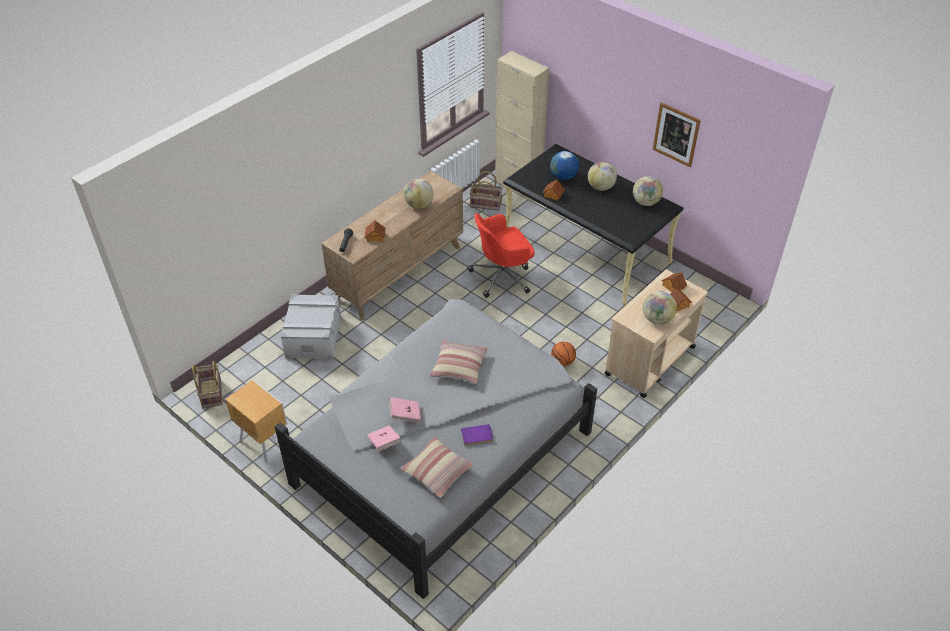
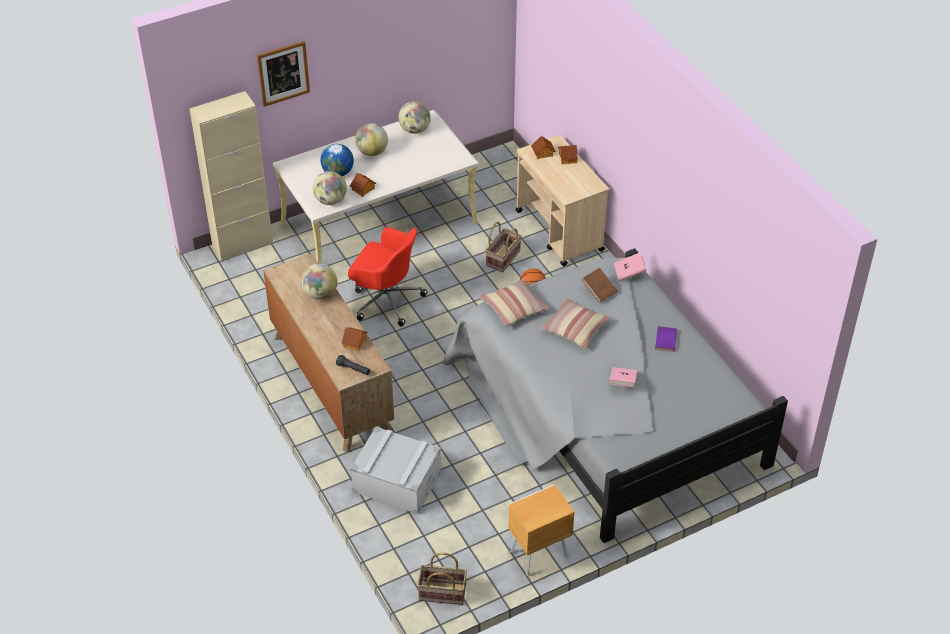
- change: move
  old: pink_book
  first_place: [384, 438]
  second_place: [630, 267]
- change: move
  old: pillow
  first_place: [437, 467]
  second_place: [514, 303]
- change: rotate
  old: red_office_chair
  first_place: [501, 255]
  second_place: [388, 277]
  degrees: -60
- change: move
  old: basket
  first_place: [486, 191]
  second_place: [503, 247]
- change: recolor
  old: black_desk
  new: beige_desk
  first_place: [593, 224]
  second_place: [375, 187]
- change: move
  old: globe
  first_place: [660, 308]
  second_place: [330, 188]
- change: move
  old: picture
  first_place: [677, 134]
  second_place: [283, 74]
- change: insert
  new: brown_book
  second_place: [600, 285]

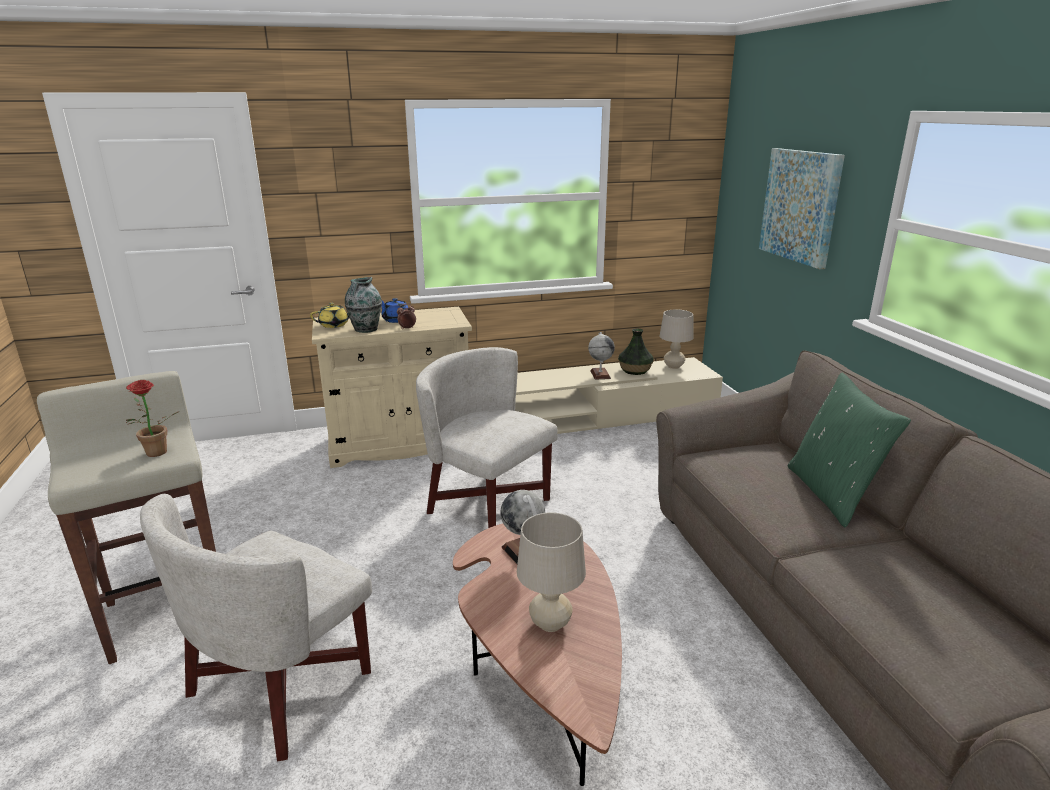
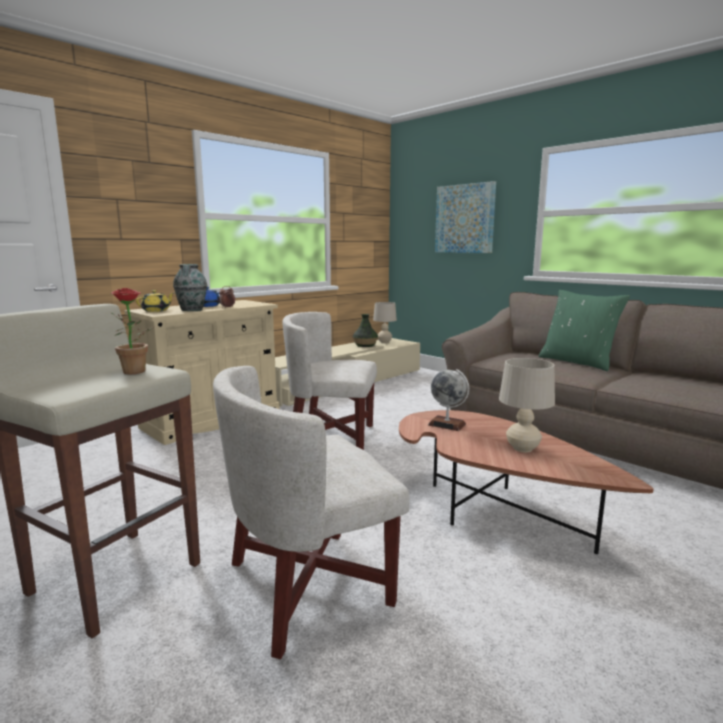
- change: rotate
  old: white_armchair
  first_place: [256, 627]
  second_place: [311, 512]
  degrees: 60
- change: delete
  old: globe
  first_place: [601, 356]

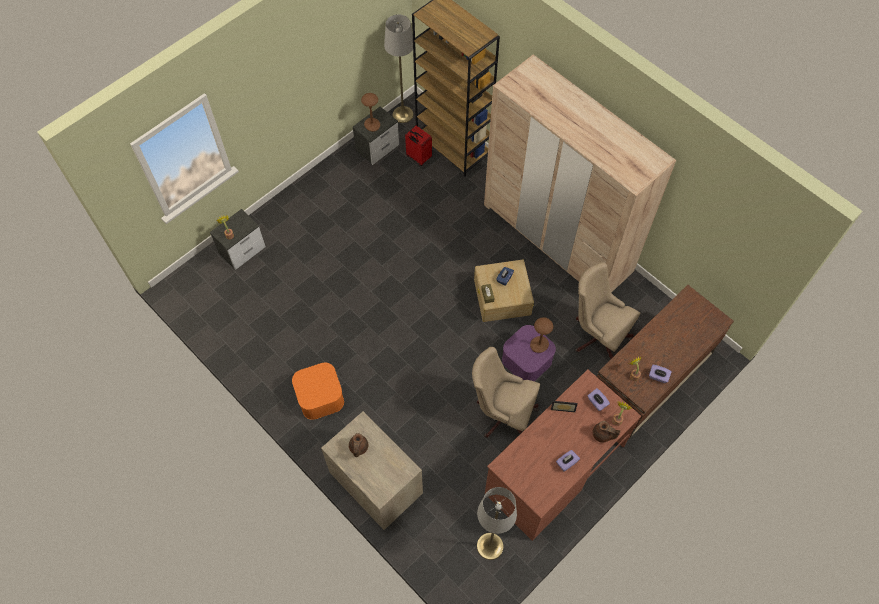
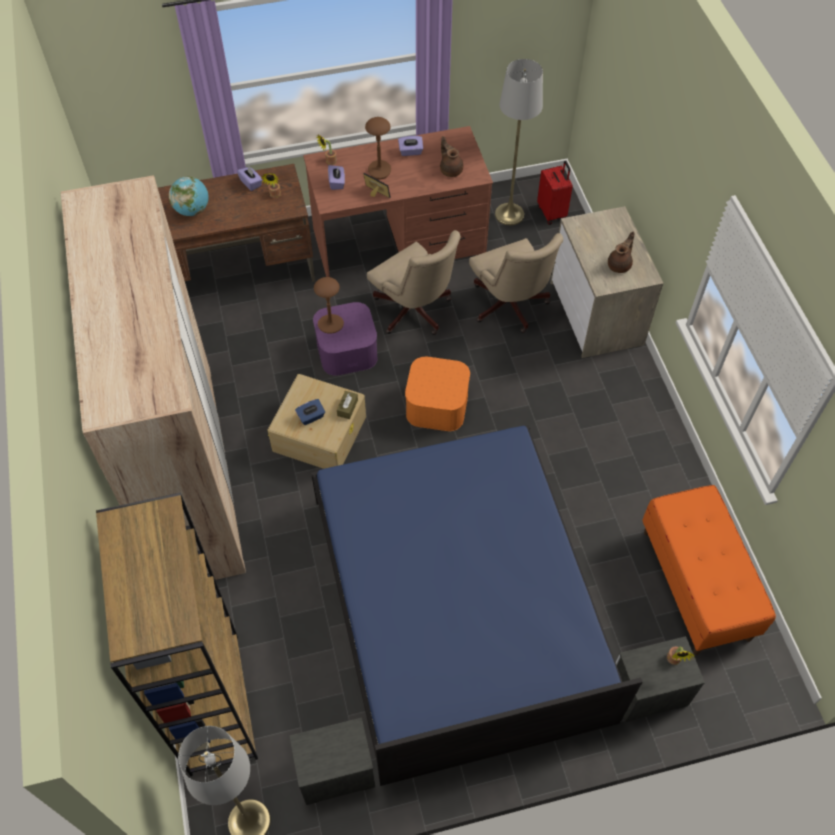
- change: move
  old: orange_storage_box
  first_place: [318, 391]
  second_place: [437, 394]
- change: move
  old: brown_table_lamp
  first_place: [370, 112]
  second_place: [378, 148]
- change: move
  old: red_suitcase
  first_place: [418, 146]
  second_place: [555, 193]
- change: move
  old: beige_office_chair
  first_place: [607, 312]
  second_place: [516, 283]
- change: move
  old: brown_teapot
  first_place: [607, 432]
  second_place: [451, 156]
- change: insert
  new: globe
  second_place: [189, 196]
- change: insert
  new: blue_bed
  second_place: [476, 605]
- change: insert
  new: orange_bench
  second_place: [709, 570]

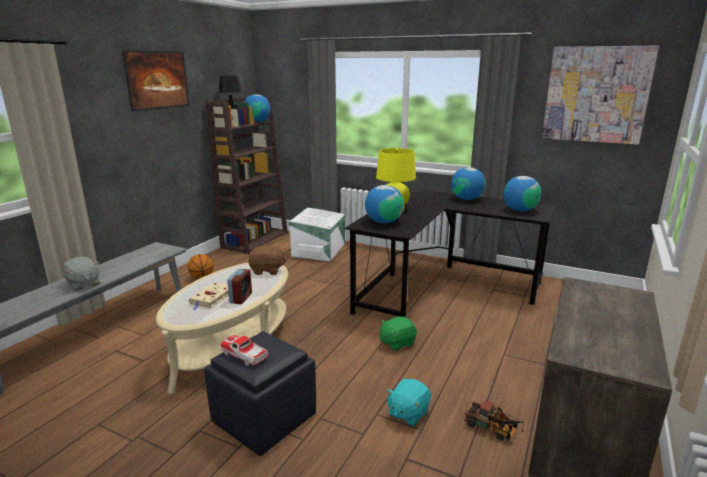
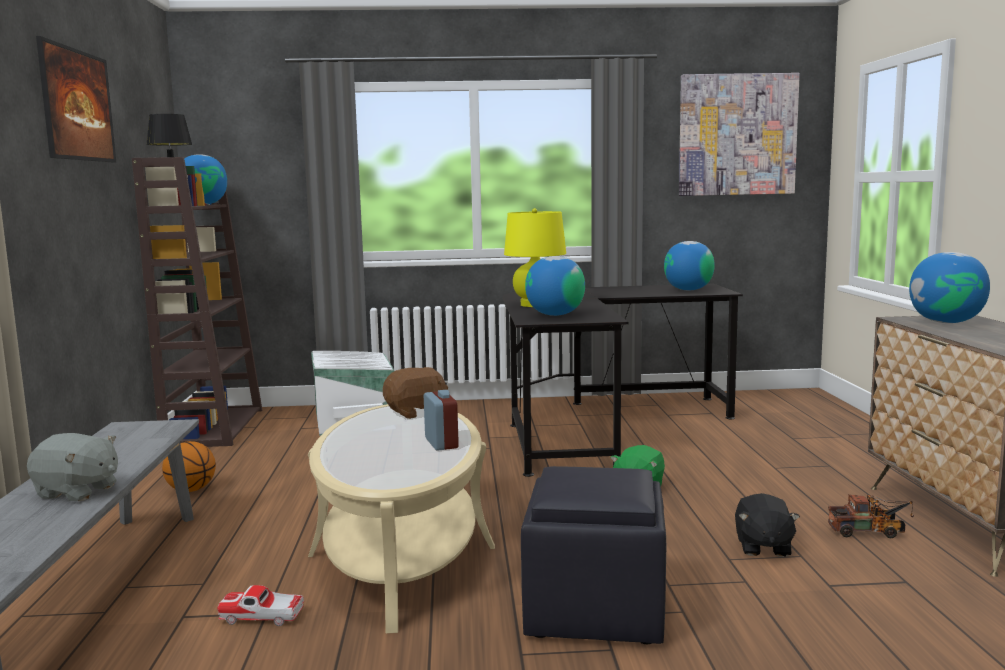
- change: delete
  old: beige_book
  first_place: [209, 296]
- change: move
  old: toy_car
  first_place: [245, 350]
  second_place: [261, 605]
- change: recolor
  old: turquoise_plush_toy
  new: black_plush_toy
  first_place: [408, 402]
  second_place: [767, 525]
- change: move
  old: globe
  first_place: [468, 183]
  second_place: [949, 287]

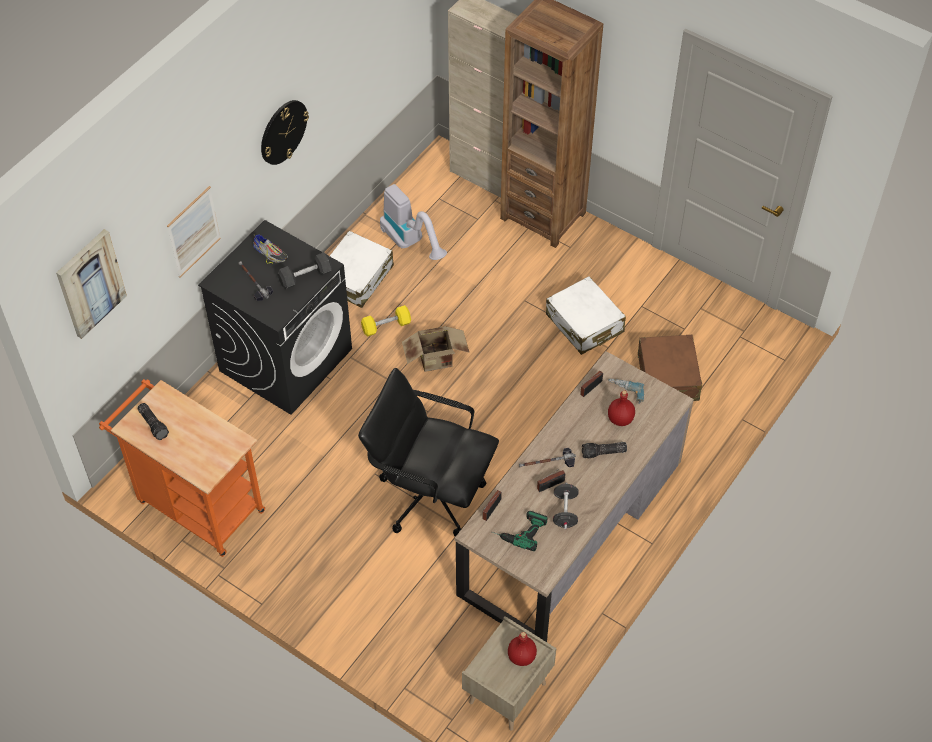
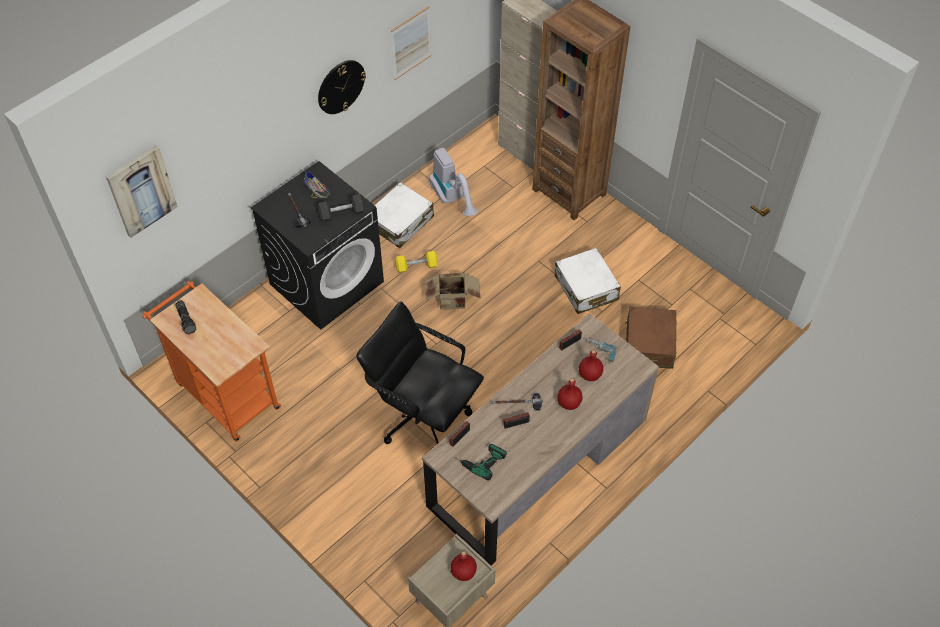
- change: move
  old: picture
  first_place: [194, 232]
  second_place: [411, 43]
- change: delete
  old: black_dumbbell
  first_place: [566, 506]
- change: replace
  old: flashlight
  new: red_bottle
  first_place: [604, 450]
  second_place: [570, 394]

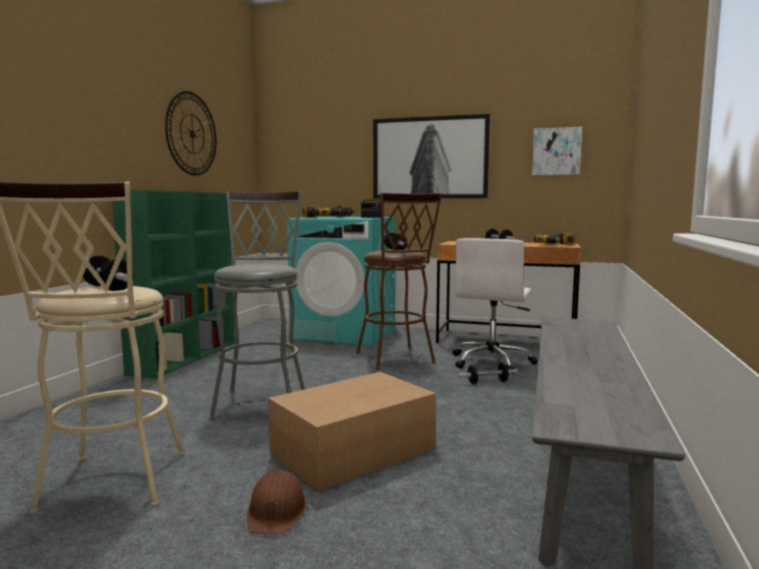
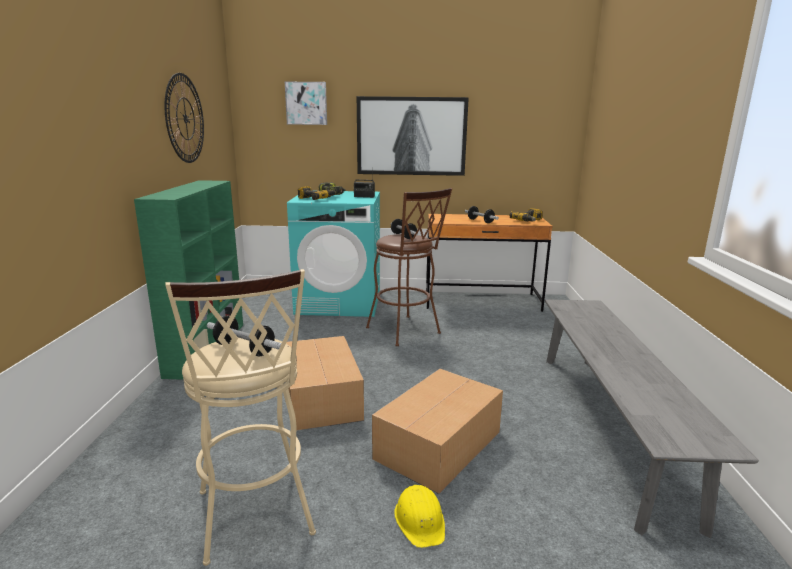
- change: replace
  old: grey_stool
  new: cardboard_box
  first_place: [257, 305]
  second_place: [325, 383]
- change: recolor
  old: brown_hard_hat
  new: yellow_hard_hat
  first_place: [277, 501]
  second_place: [419, 516]
- change: delete
  old: white_office_chair
  first_place: [495, 306]
- change: delete
  old: dumbbell
  first_place: [488, 373]
- change: move
  old: picture
  first_place: [557, 151]
  second_place: [306, 103]

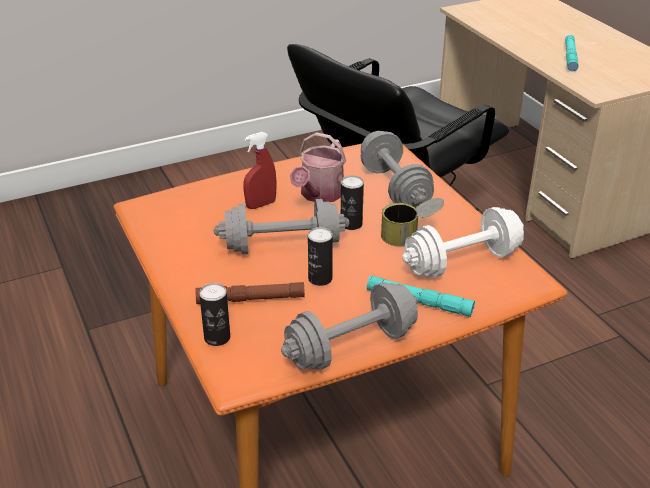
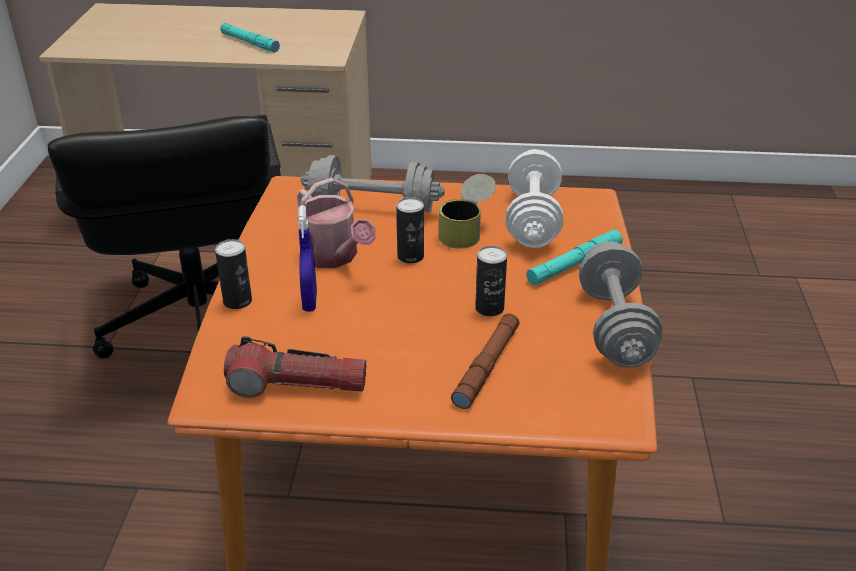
- change: move
  old: can
  first_place: [214, 314]
  second_place: [233, 274]
- change: delete
  old: grey_dumbbell
  first_place: [281, 226]
- change: recolor
  old: red_spray_bottle
  new: blue_spray_bottle
  first_place: [259, 170]
  second_place: [307, 258]
- change: insert
  new: flashlight
  second_place: [295, 367]

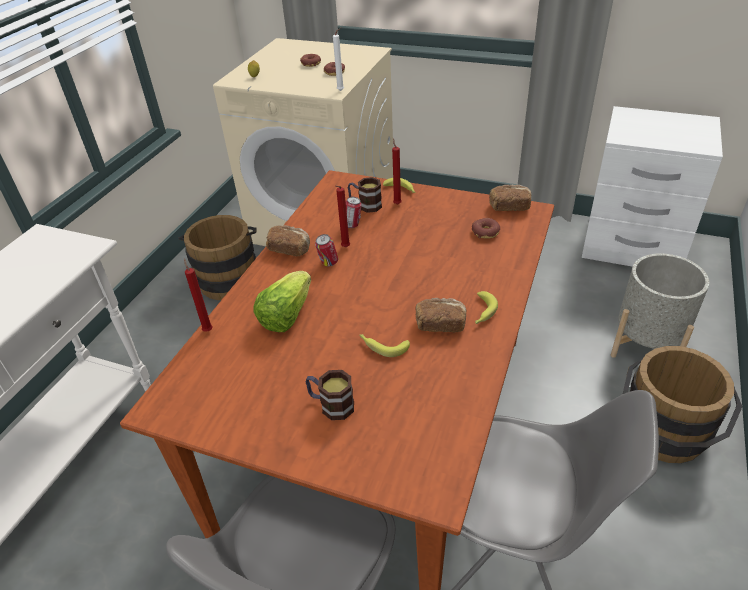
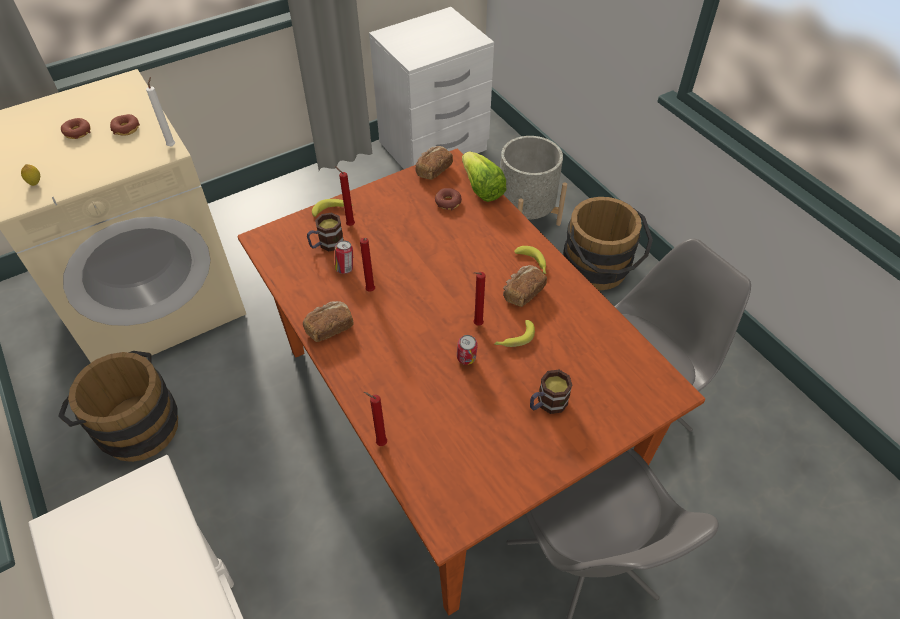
- change: move
  old: lettuce
  first_place: [282, 301]
  second_place: [484, 177]
- change: move
  old: can
  first_place: [326, 250]
  second_place: [467, 350]
- change: insert
  new: red_candle
  second_place: [479, 299]

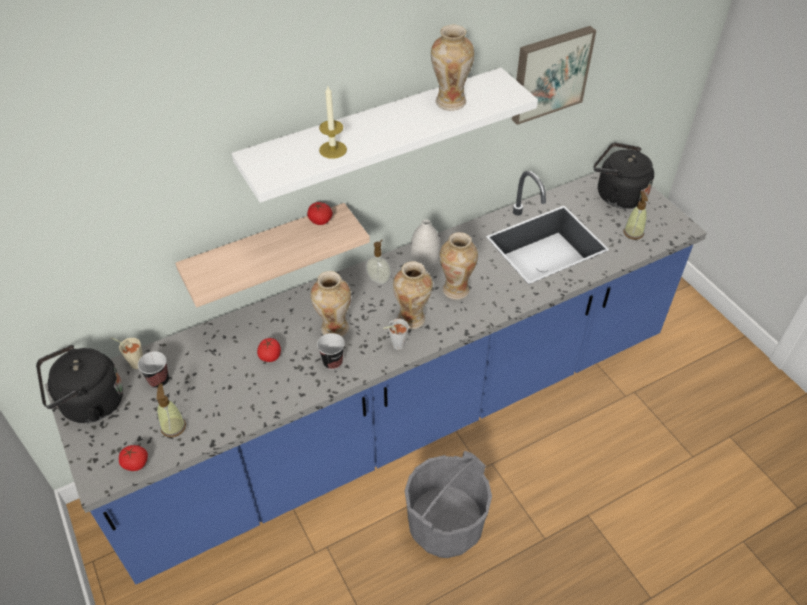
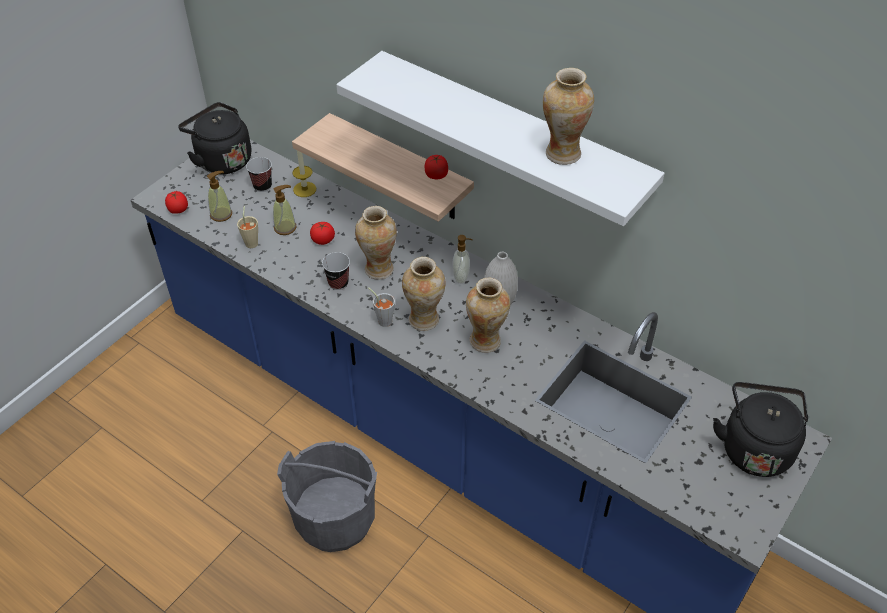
- change: move
  old: beige_cup
  first_place: [127, 353]
  second_place: [247, 227]
- change: move
  old: candle
  first_place: [333, 122]
  second_place: [304, 174]
- change: delete
  old: picture
  first_place: [554, 75]
- change: move
  old: soap_dispenser
  first_place: [636, 215]
  second_place: [285, 210]

